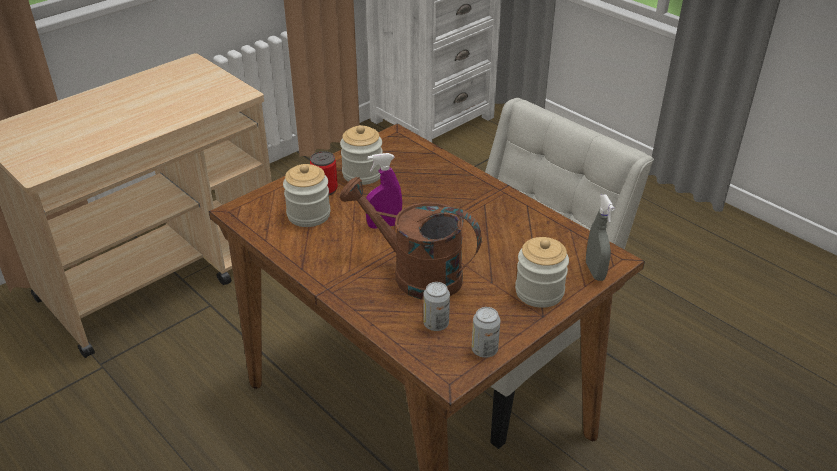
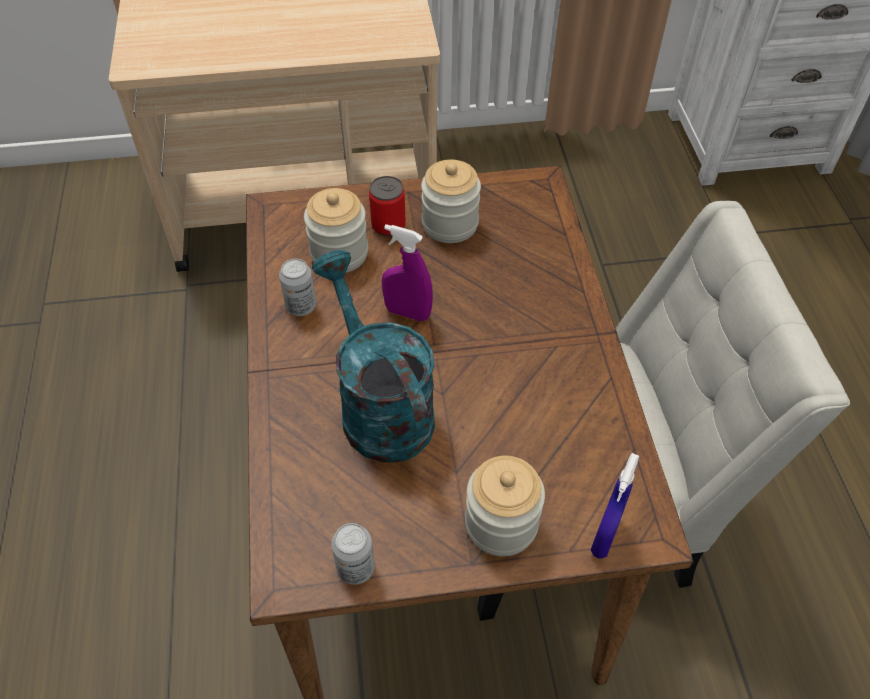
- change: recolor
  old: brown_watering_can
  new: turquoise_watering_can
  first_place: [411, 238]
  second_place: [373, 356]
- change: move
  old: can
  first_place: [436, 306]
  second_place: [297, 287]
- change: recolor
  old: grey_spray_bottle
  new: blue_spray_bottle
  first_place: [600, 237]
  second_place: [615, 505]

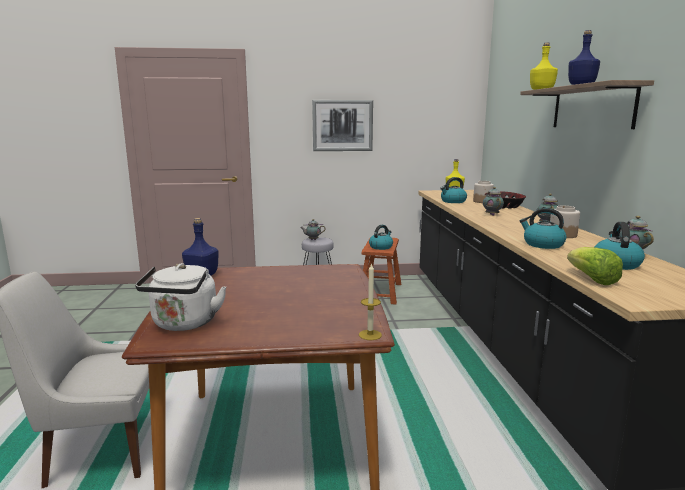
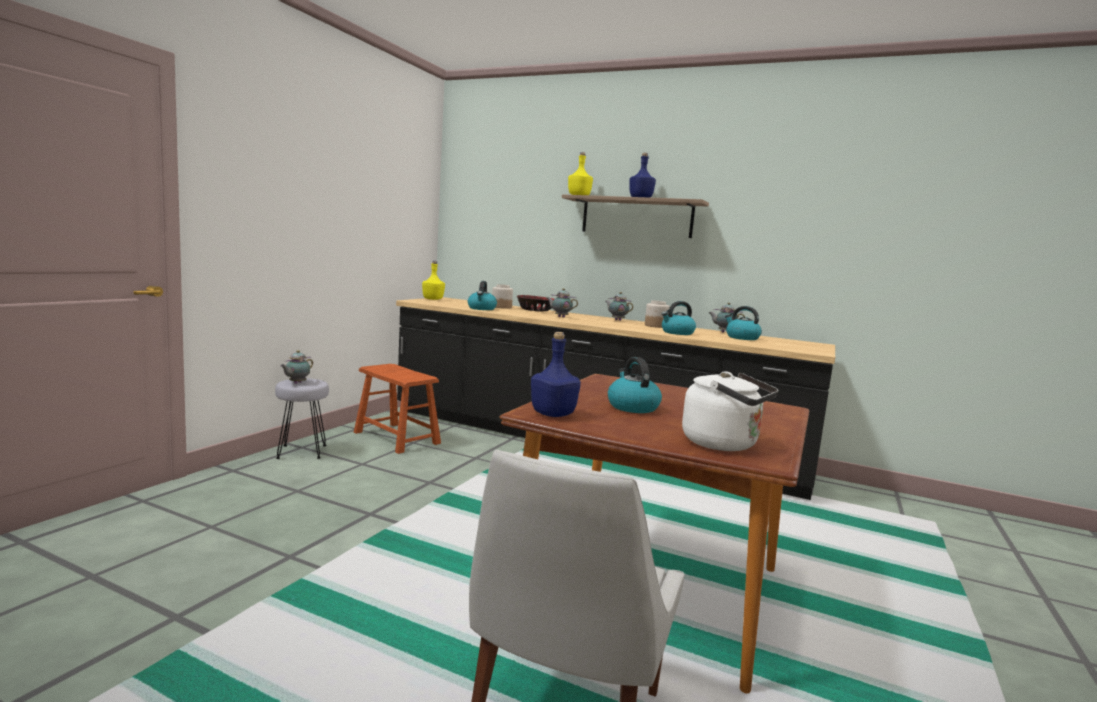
- change: delete
  old: picture
  first_place: [342, 125]
- change: delete
  old: candle
  first_place: [370, 301]
- change: move
  old: kettle
  first_place: [381, 237]
  second_place: [635, 385]
- change: delete
  old: lettuce
  first_place: [595, 266]

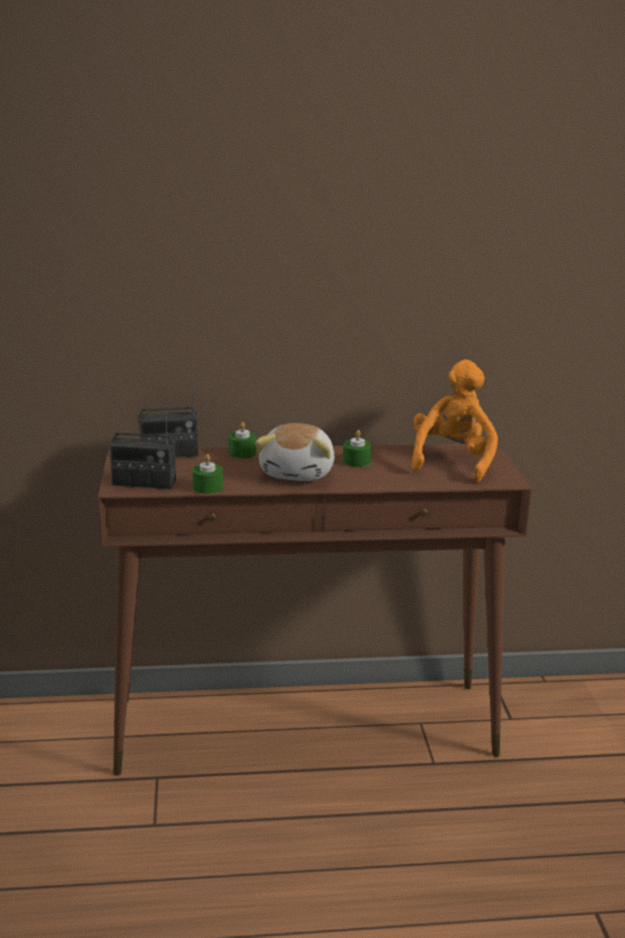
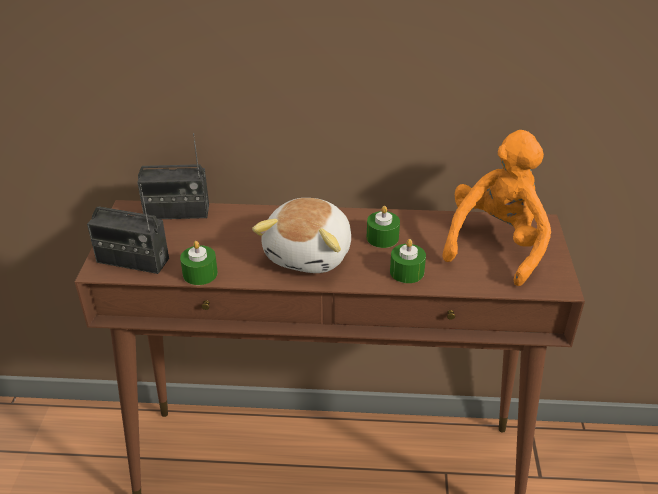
- change: move
  old: green_candle
  first_place: [243, 440]
  second_place: [408, 261]

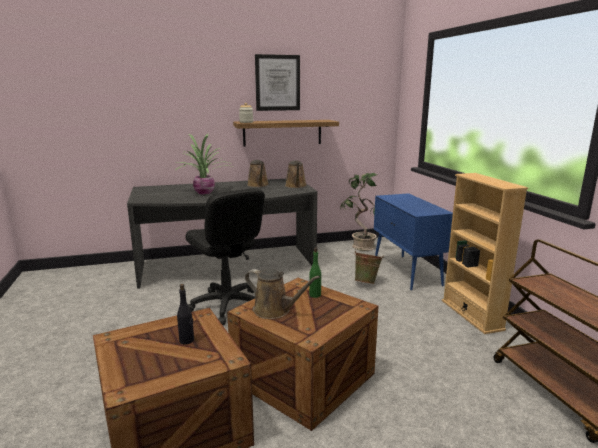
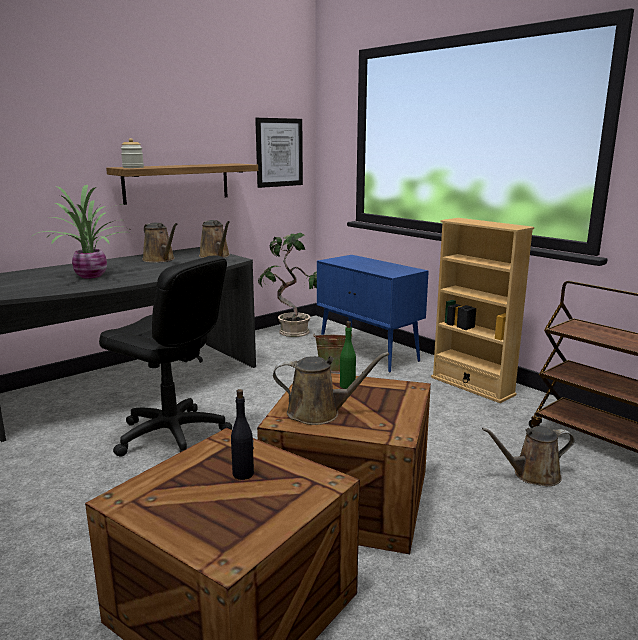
- change: move
  old: picture
  first_place: [277, 82]
  second_place: [279, 153]
- change: insert
  new: brown_watering_can
  second_place: [528, 456]

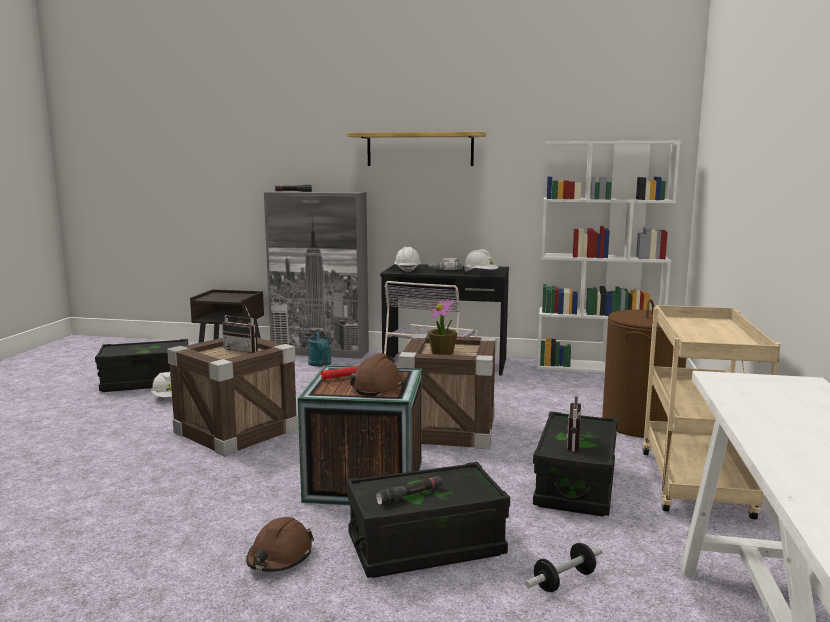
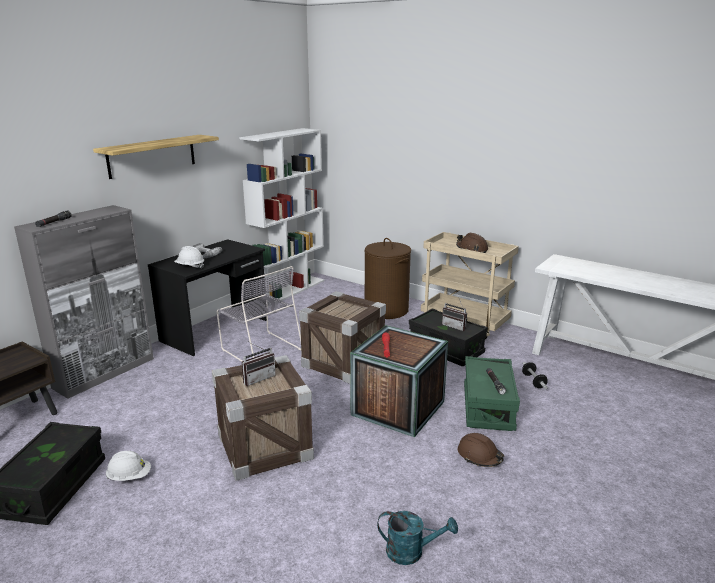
- change: move
  old: turquoise_watering_can
  first_place: [319, 348]
  second_place: [417, 538]
- change: recolor
  old: black_storage_box
  new: green_storage_box
  first_place: [428, 520]
  second_place: [492, 393]
- change: move
  old: brown_hard_hat
  first_place: [377, 374]
  second_place: [472, 243]
- change: delete
  old: potted_plant
  first_place: [443, 327]
- change: delete
  old: white_hard_hat
  first_place: [481, 260]

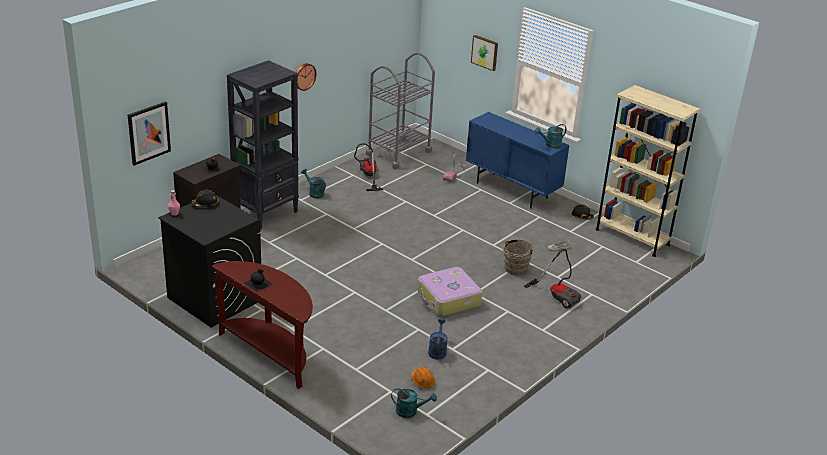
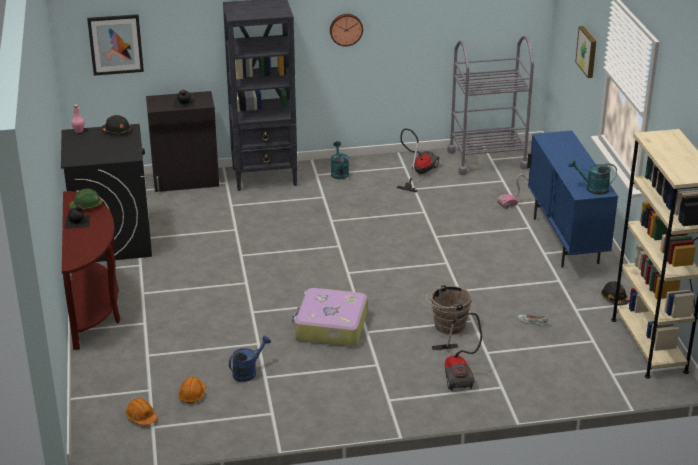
- change: replace
  old: turquoise_watering_can
  new: orange_hard_hat
  first_place: [414, 403]
  second_place: [141, 412]
- change: insert
  new: green_hard_hat
  second_place: [85, 199]

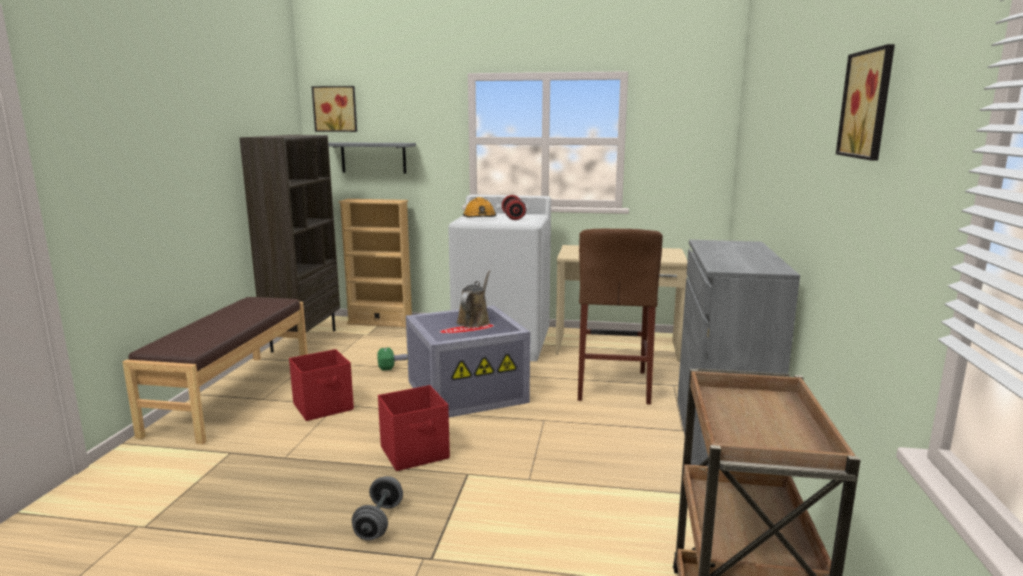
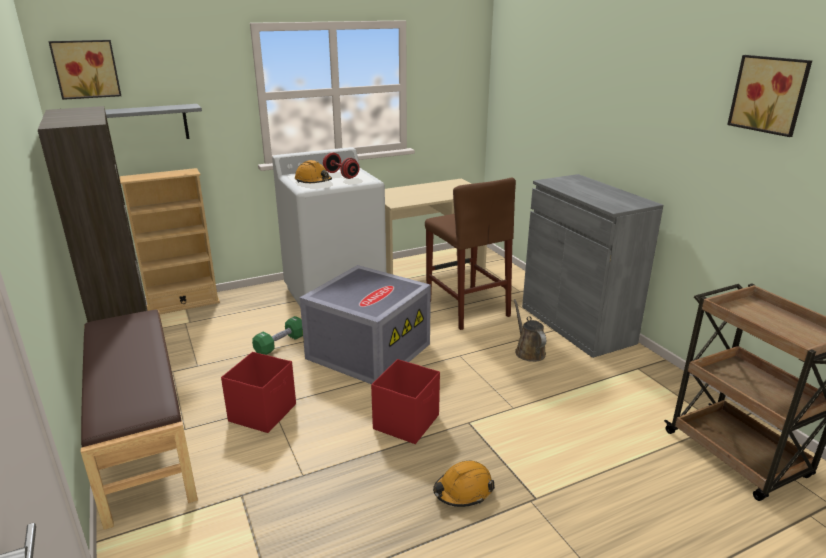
- change: replace
  old: grey_dumbbell
  new: orange_hard_hat
  first_place: [377, 508]
  second_place: [464, 484]
- change: move
  old: brown_watering_can
  first_place: [473, 298]
  second_place: [530, 330]

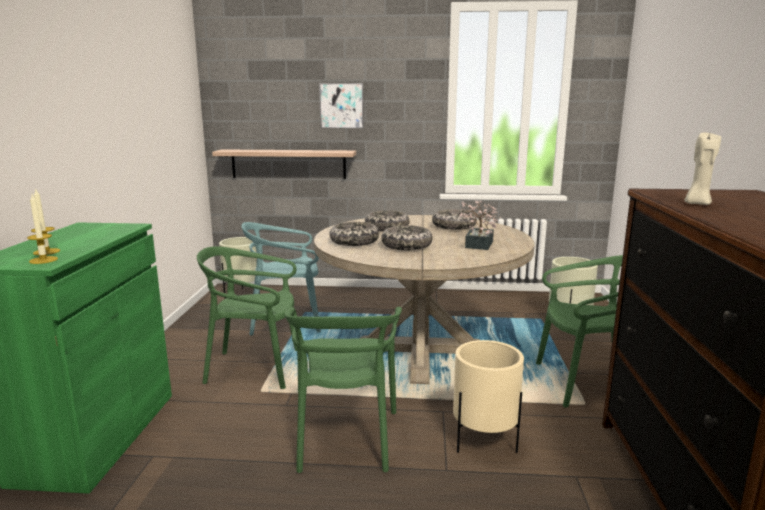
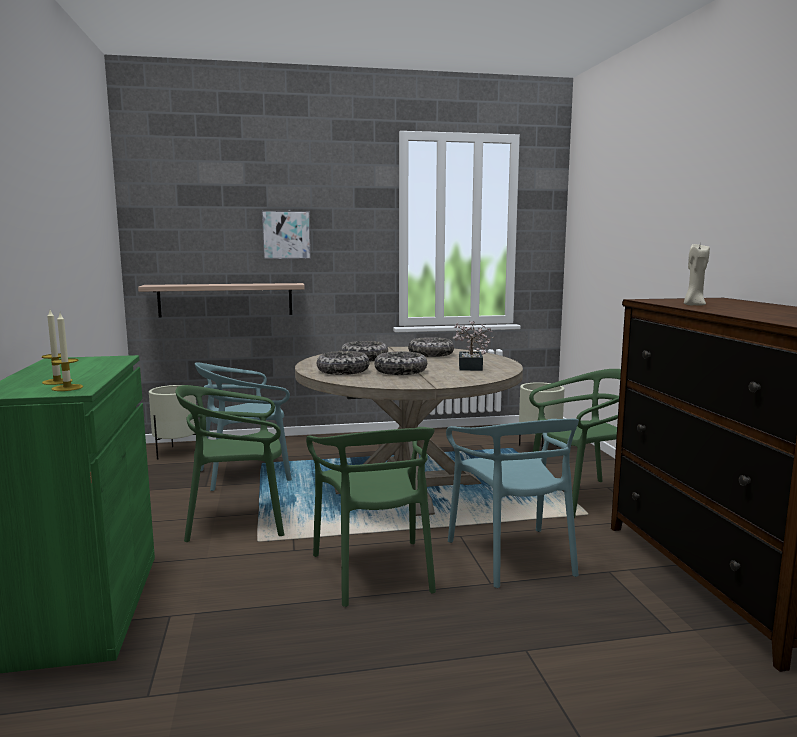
- change: replace
  old: beige_planter
  new: turquoise_chair
  first_place: [488, 396]
  second_place: [512, 503]

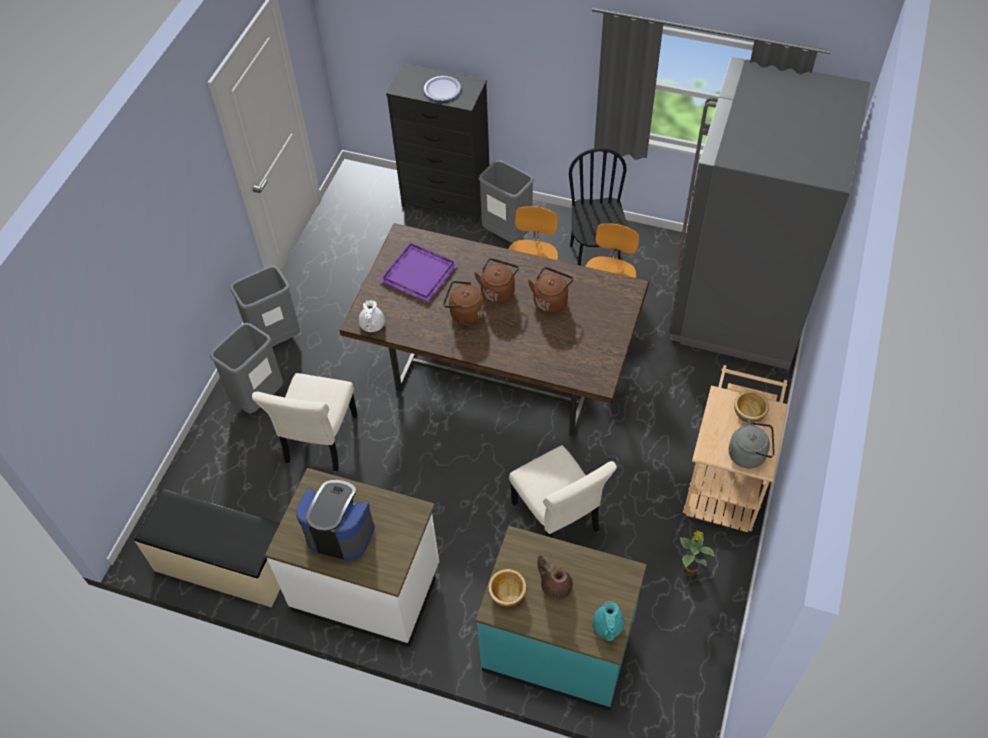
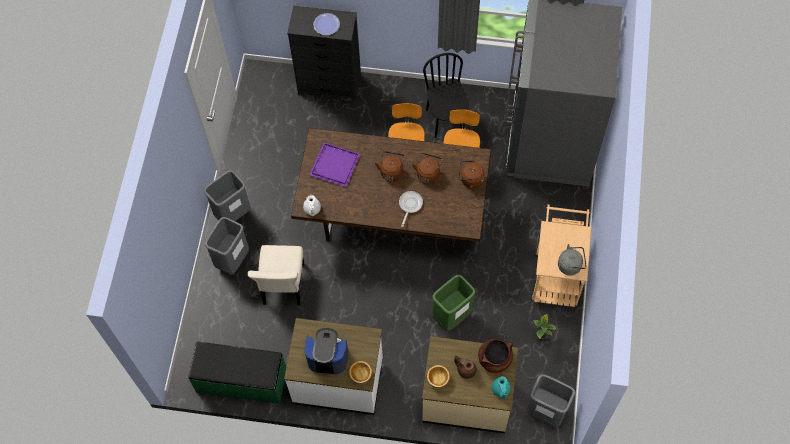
- change: recolor
  old: beige_bench
  new: green_bench
  first_place: [207, 548]
  second_place: [237, 373]
- change: move
  old: brown_kettle
  first_place: [463, 302]
  second_place: [471, 174]
- change: recolor
  old: turquoise_counter
  new: beige_counter
  first_place: [561, 618]
  second_place: [470, 384]
- change: move
  old: grey_trash_can
  first_place: [506, 201]
  second_place: [551, 400]
- change: replace
  old: beige_chair
  new: green_trash_can
  first_place: [563, 491]
  second_place: [453, 303]
- change: move
  old: bowl
  first_place: [751, 407]
  second_place: [360, 372]
- change: insert
  new: frying_pan
  second_place: [411, 209]
- change: insert
  new: brown_cooking_pot
  second_place: [495, 356]

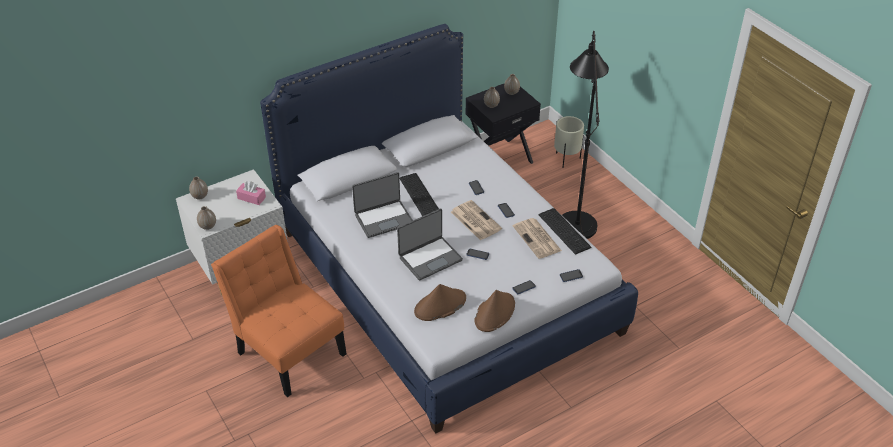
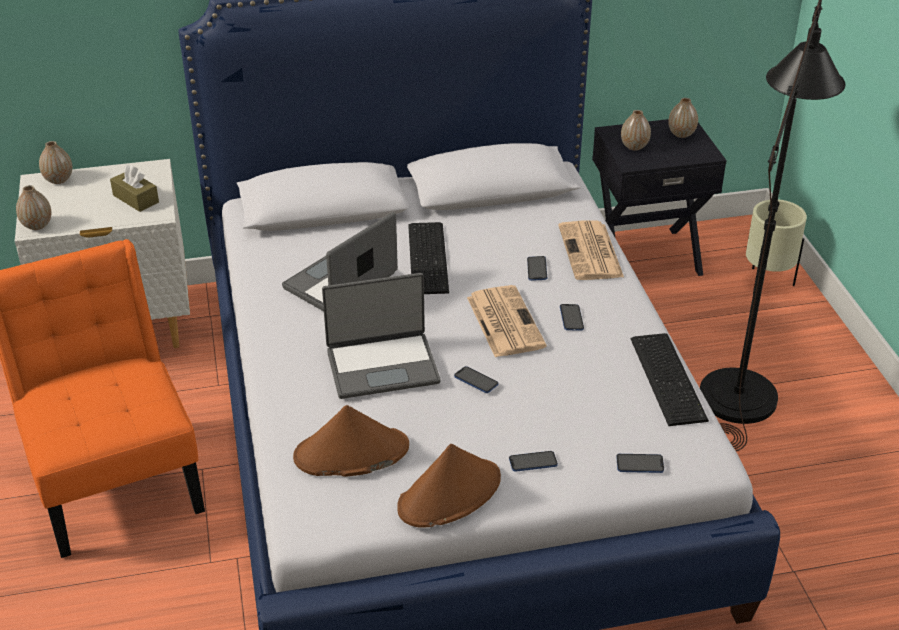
- change: recolor
  old: pink_tissue_box
  new: brown_tissue_box
  first_place: [251, 193]
  second_place: [134, 188]
- change: rotate
  old: laptop
  first_place: [382, 205]
  second_place: [340, 261]
  degrees: 135
- change: move
  old: newspaper
  first_place: [537, 238]
  second_place: [591, 250]

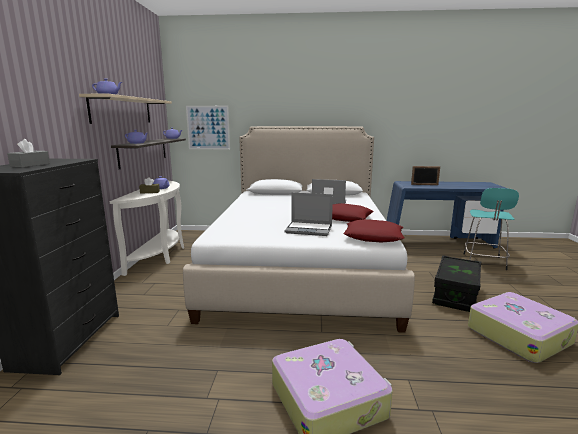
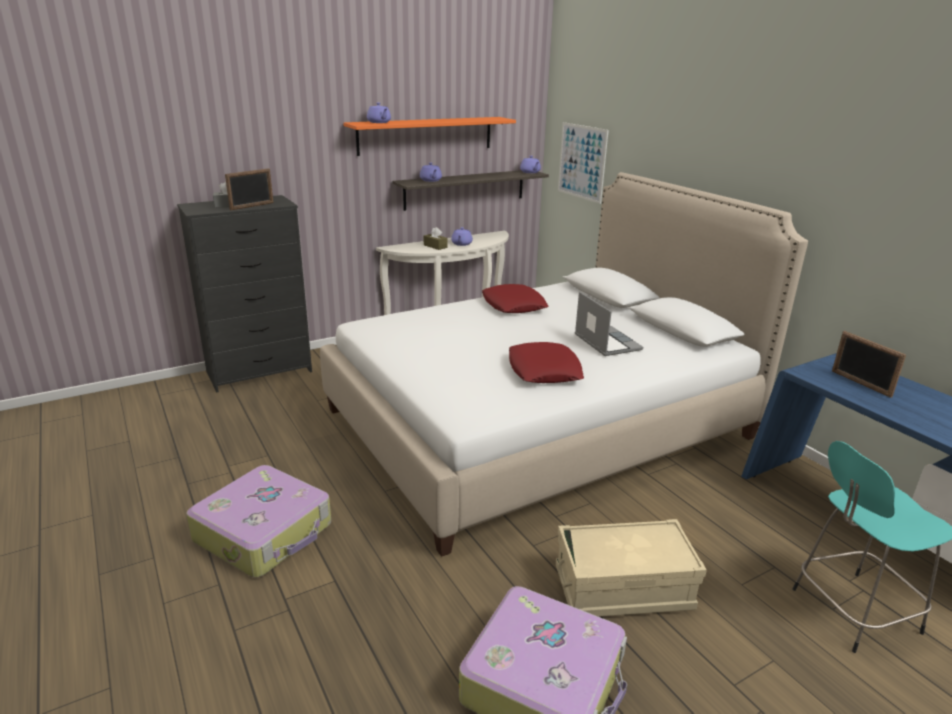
- change: recolor
  old: beige_shelf
  new: orange_shelf
  first_place: [125, 109]
  second_place: [429, 136]
- change: delete
  old: laptop
  first_place: [309, 214]
- change: move
  old: red_pillow
  first_place: [373, 231]
  second_place: [515, 298]
- change: recolor
  old: black_storage_box
  new: beige_storage_box
  first_place: [456, 283]
  second_place: [631, 568]
- change: insert
  new: picture_frame
  second_place: [249, 189]

